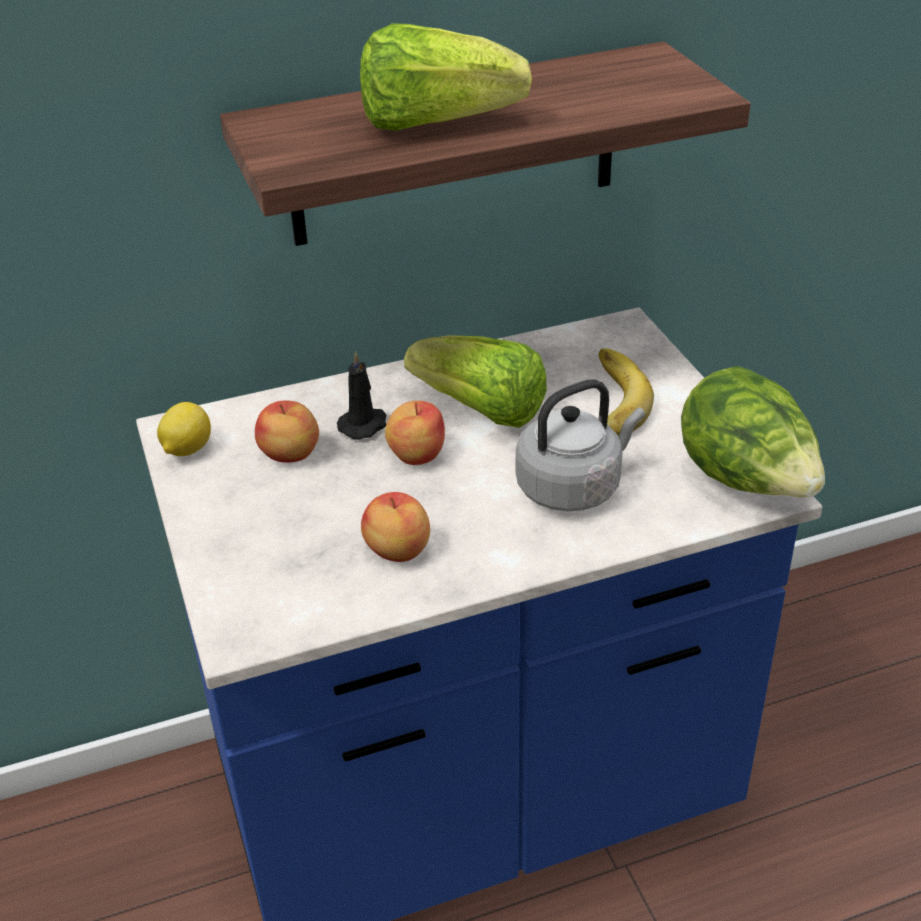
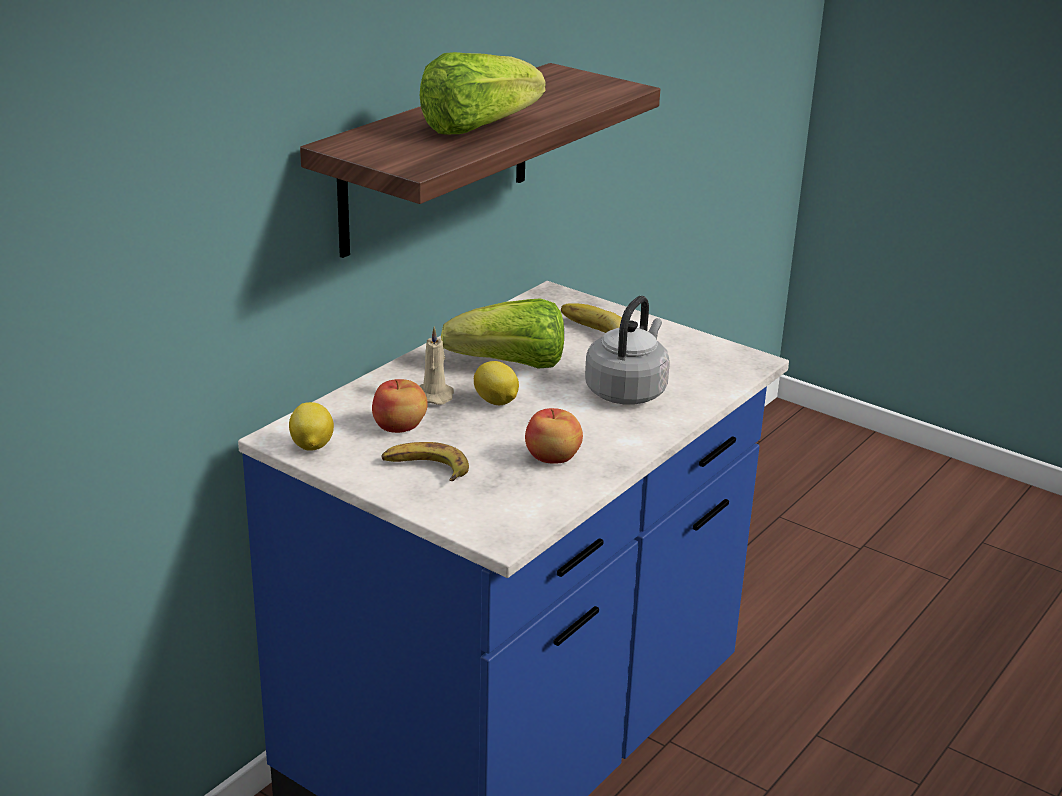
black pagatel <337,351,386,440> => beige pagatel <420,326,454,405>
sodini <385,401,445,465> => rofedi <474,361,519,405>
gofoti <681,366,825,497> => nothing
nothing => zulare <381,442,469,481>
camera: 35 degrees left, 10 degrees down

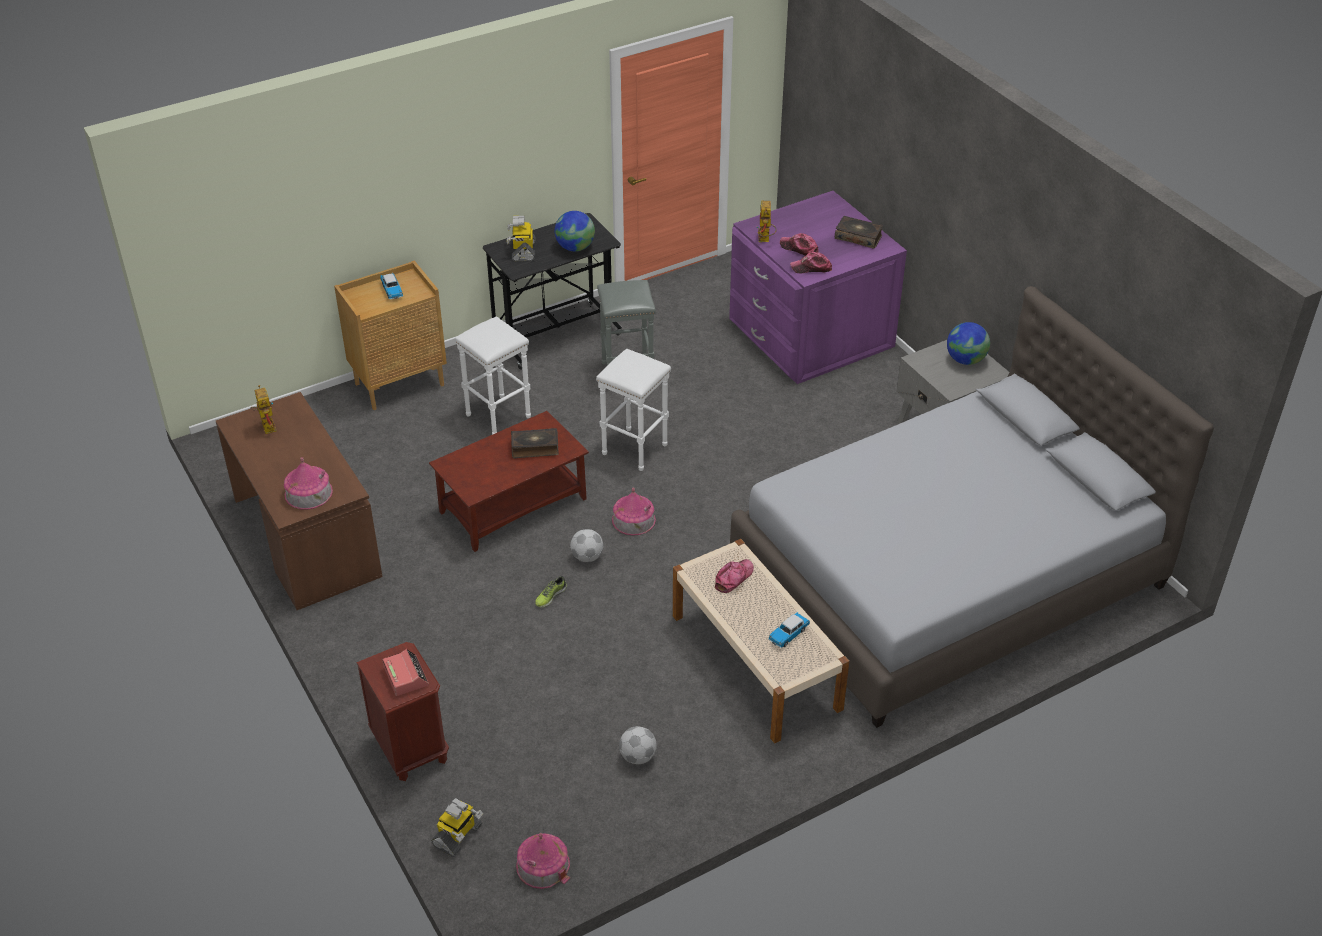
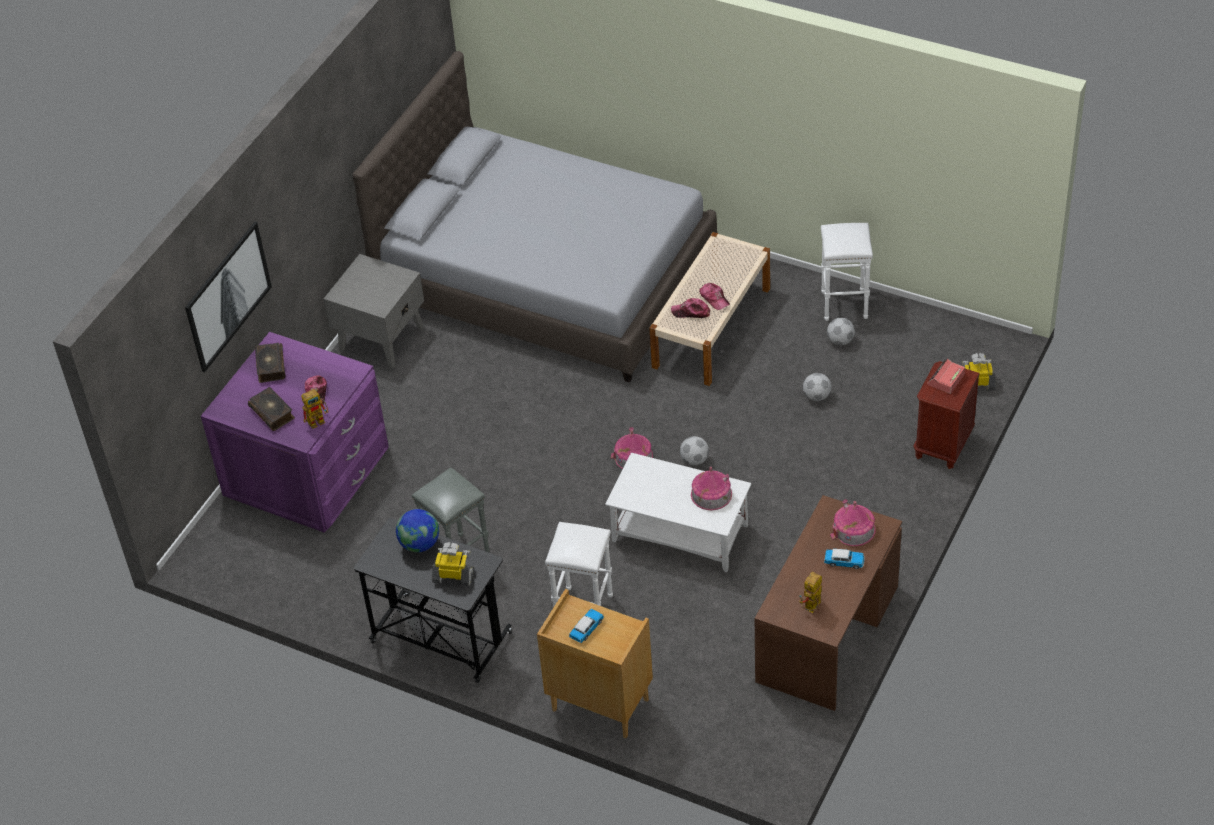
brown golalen <429,411,589,552> => white golalen <605,453,751,572>
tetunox <507,216,535,262> => tetunox <432,542,474,586>, 135 degrees counterclockwise
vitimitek <511,428,559,458> => vitimitek <248,387,295,431>, move
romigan <516,833,570,889> => romigan <691,467,732,510>, move
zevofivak <535,576,567,607> => nothing
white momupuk <596,349,671,471> => white momupuk <821,223,873,321>, move
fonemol <769,612,810,648> => fonemol <824,549,864,569>, move
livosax <790,252,832,273> => livosax <699,283,730,310>, move
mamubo <947,322,990,365> => nothing
nothing => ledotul <185,222,272,372>
nothing => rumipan <803,373,831,401>
camera: 120 degrees left, 5 degrees up

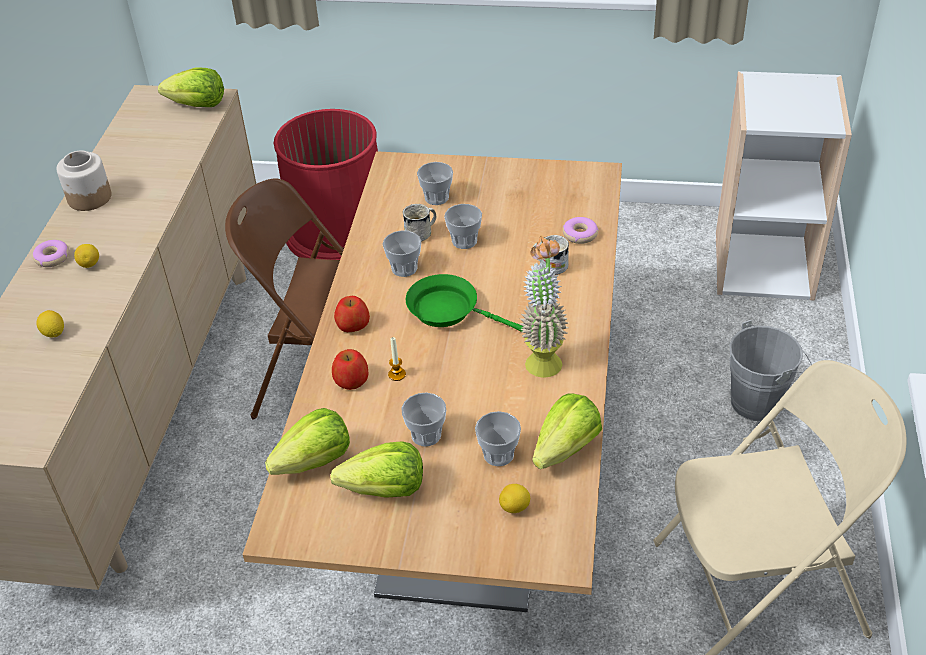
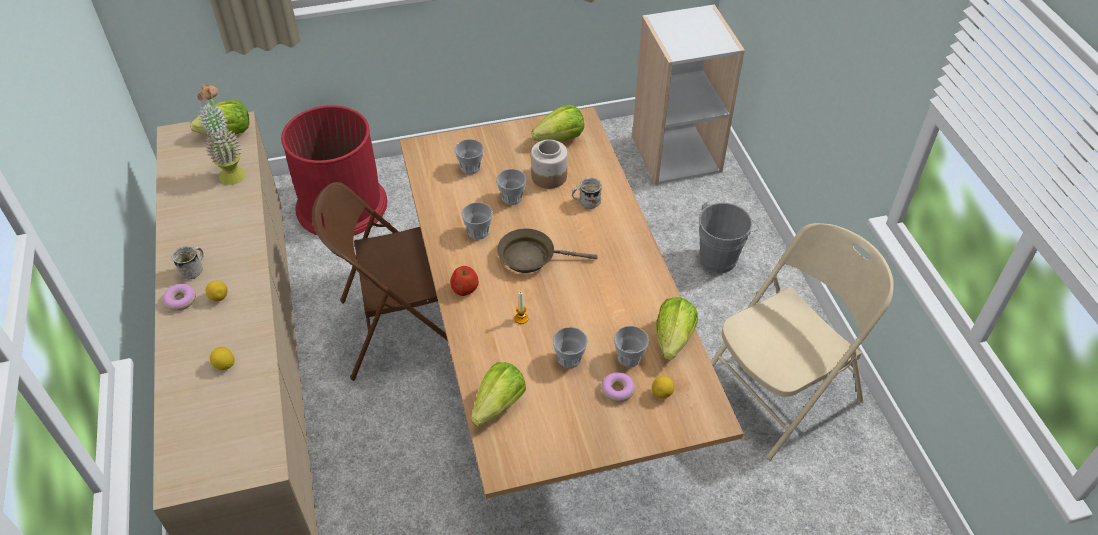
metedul <56,151,112,211> => metedul <531,140,568,189>, move
gofoti <330,441,423,498> => gofoti <531,105,584,141>, move
sodini <332,349,369,390> => nothing
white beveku <403,204,436,242> => white beveku <172,246,204,279>, move
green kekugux <406,274,523,332> => brown kekugux <497,229,598,273>
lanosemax <519,236,569,378> => lanosemax <197,84,246,185>, move
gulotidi <563,217,598,244> => gulotidi <601,372,635,402>, move
camera: 25 degrees left, 5 degrees up

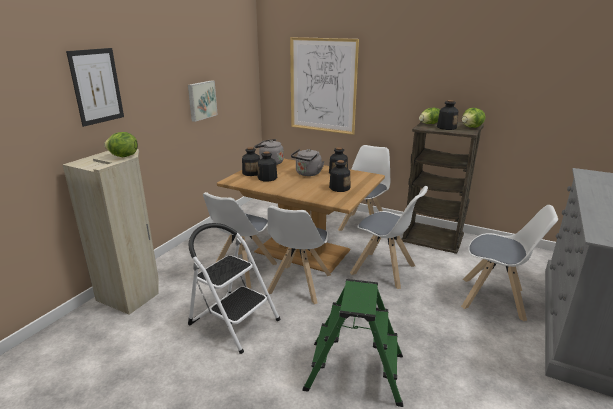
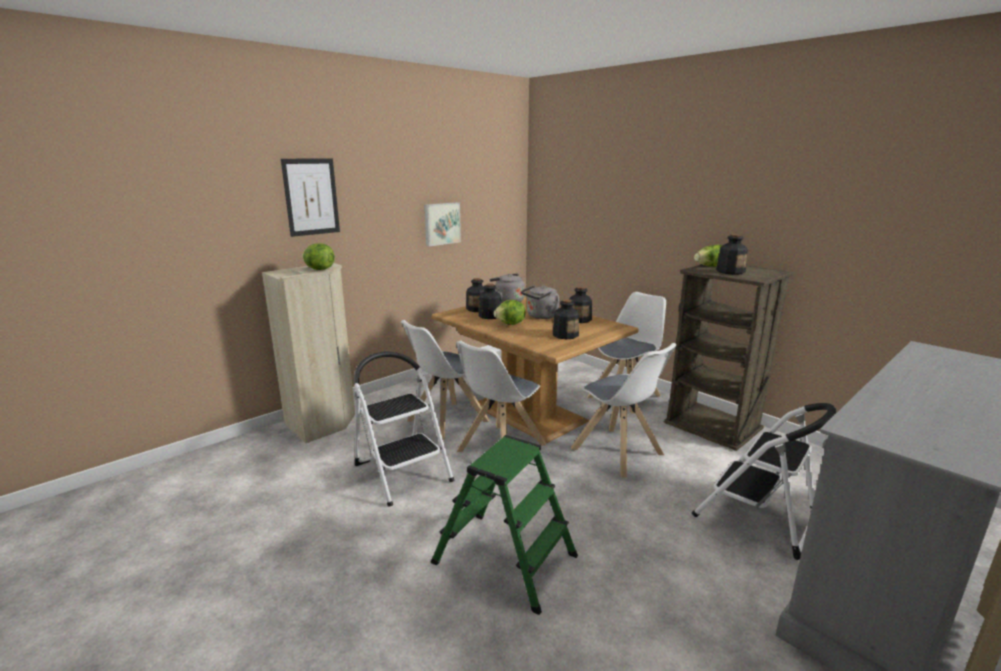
ledotul <290,37,359,135> => nothing
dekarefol <461,205,558,321> => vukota <692,403,837,560>
gofoti <462,108,485,128> => gofoti <494,300,525,325>, move
camera: 20 degrees right, 5 degrees down

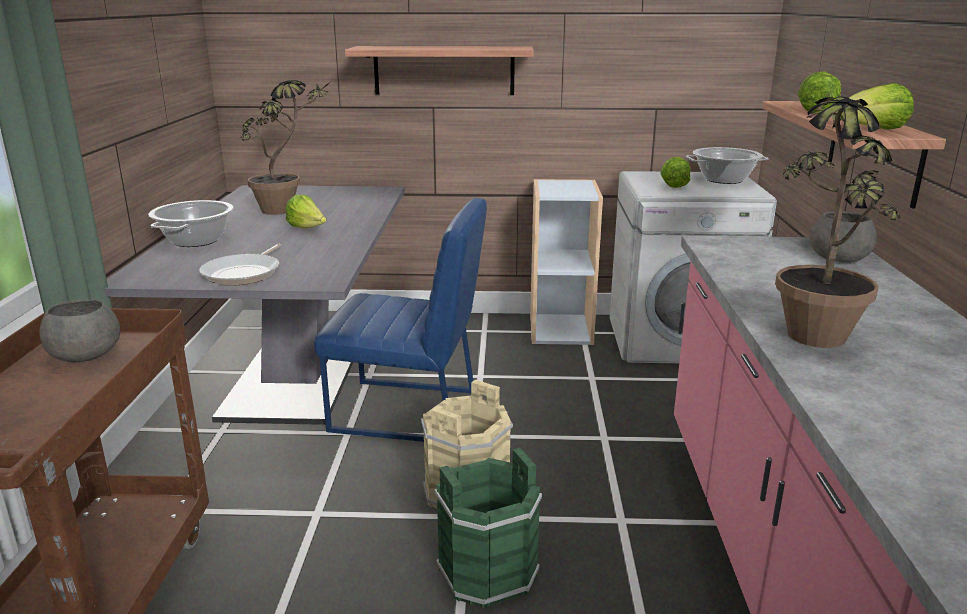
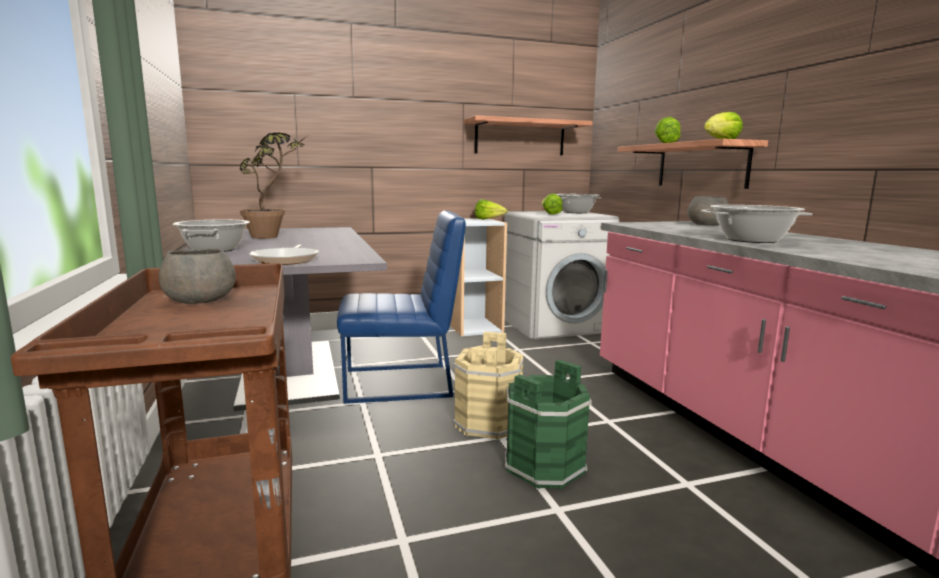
gofoti <286,194,326,229> => gofoti <475,199,508,220>, move
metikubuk <345,46,534,95> => metikubuk <463,115,593,155>, move
lanosemax <775,92,900,348> => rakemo <701,205,813,243>
camera: 20 degrees left, 10 degrees down

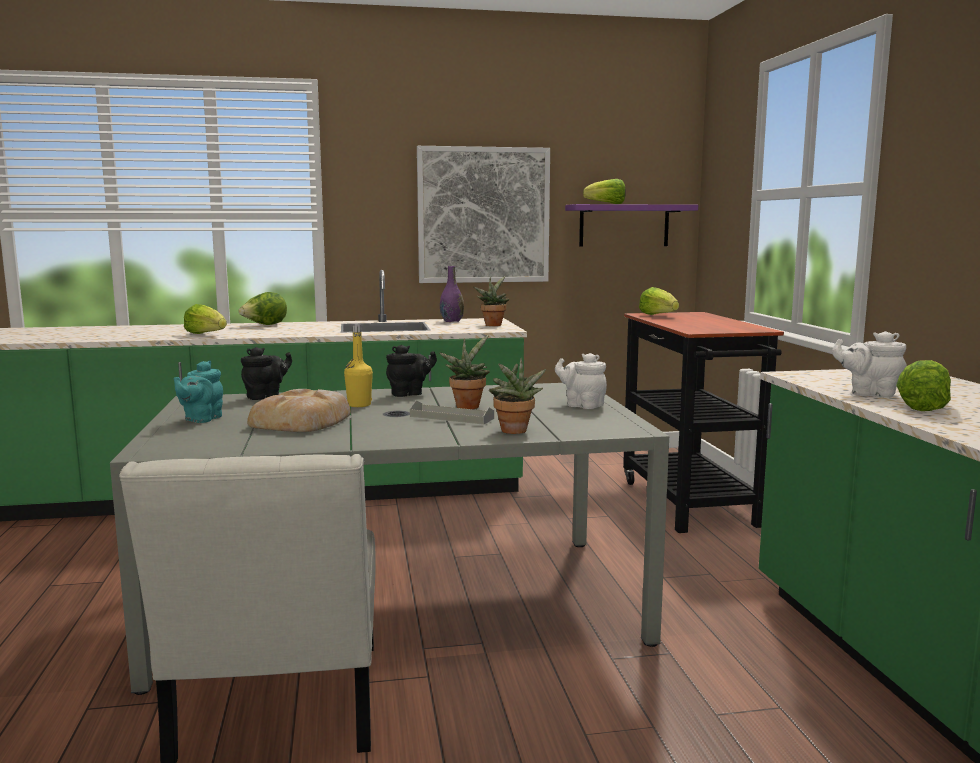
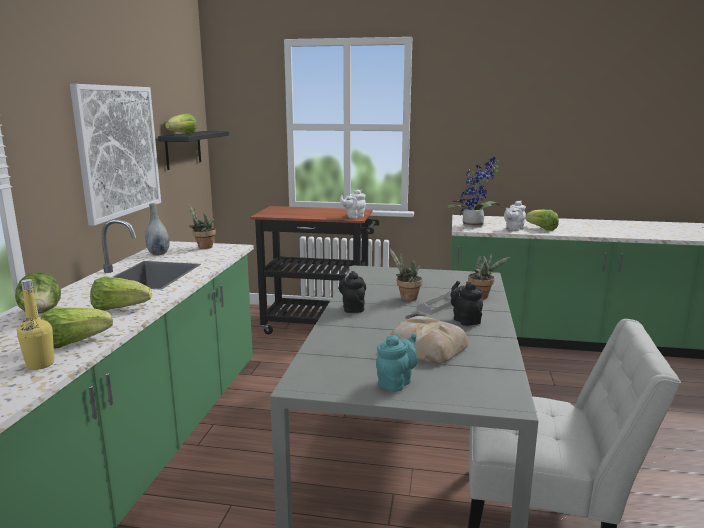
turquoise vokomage <174,361,223,423> => turquoise vokomage <376,333,417,392>, 90 degrees counterclockwise
black vokomage <241,347,292,400> => black vokomage <451,281,483,326>, move
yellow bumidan <344,324,373,407> => yellow bumidan <17,279,54,370>, move
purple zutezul <440,266,464,322> => grey zutezul <145,203,169,256>
white vokomage <555,353,607,409> => white vokomage <340,189,366,219>, move
purple metikubuk <565,204,698,247> => black metikubuk <158,131,229,170>
gofoti <639,287,679,315> => gofoti <90,277,152,311>, move
nothing => lanosemax <446,156,500,227>
camera: 70 degrees left, 5 degrees up

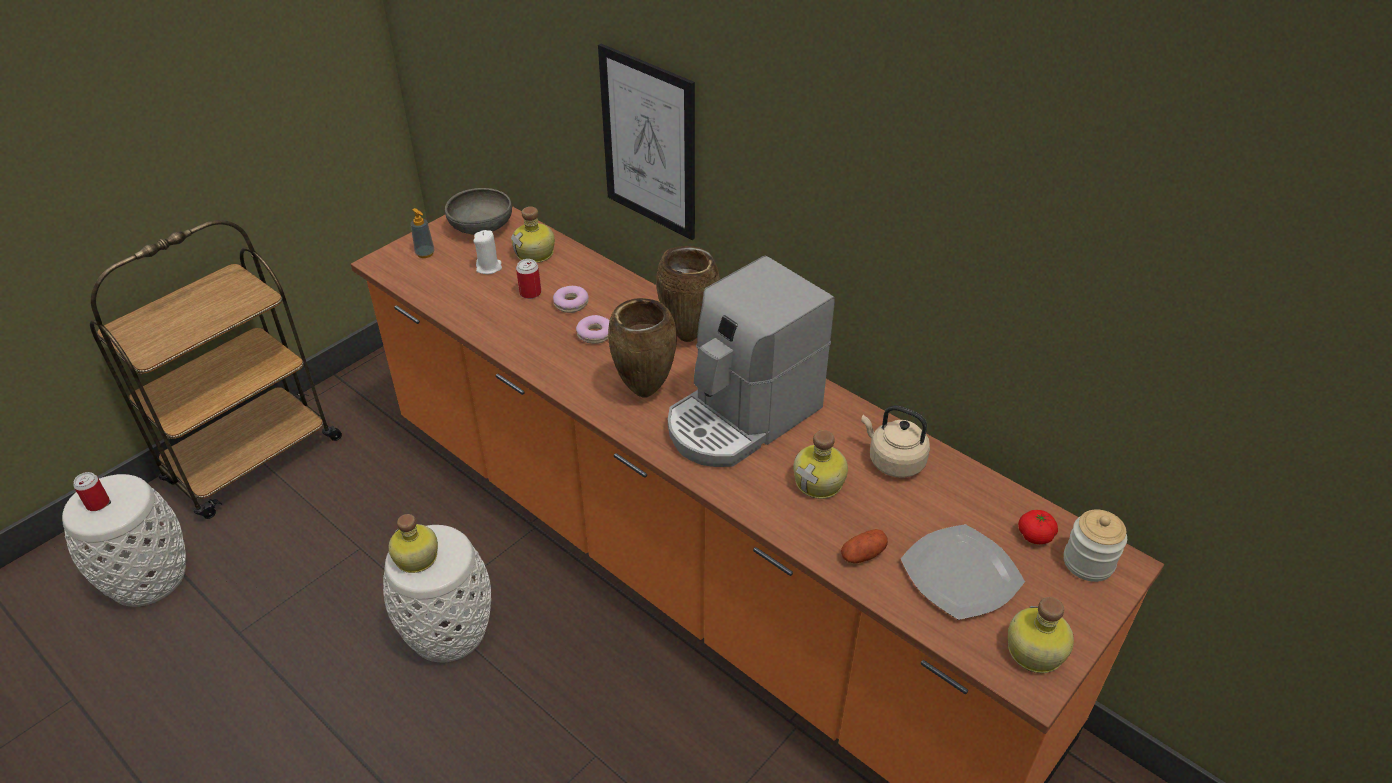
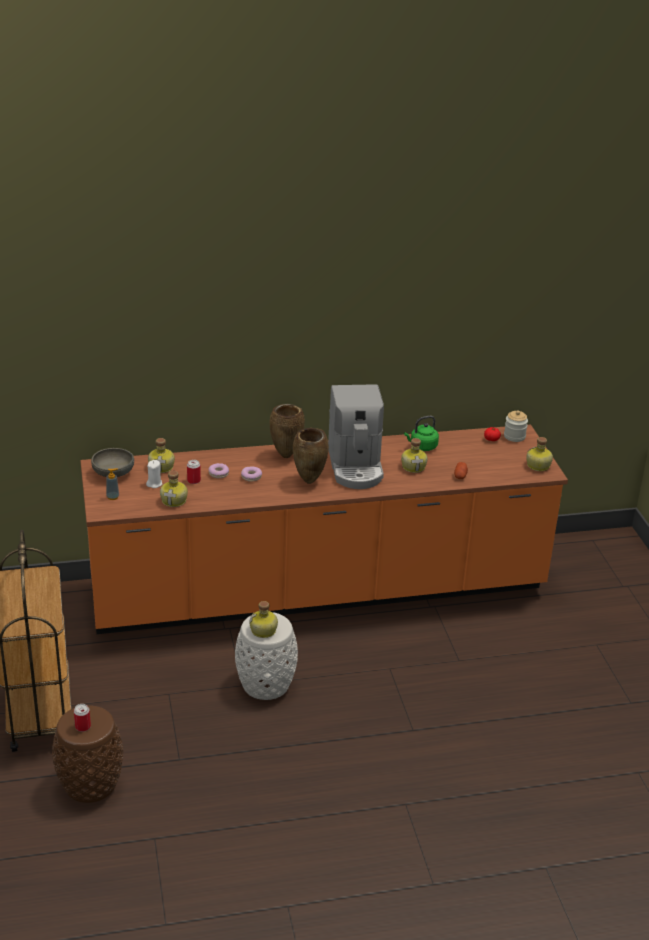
white momupuk <62,474,186,607> => brown momupuk <52,705,123,803>
ledotul <598,44,695,240> => nothing
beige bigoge <861,405,930,478> => green bigoge <404,416,439,451>
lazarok <900,524,1025,620> => nothing
nothing => bumidan <160,471,188,507>
camera: 55 degrees left, 10 degrees down

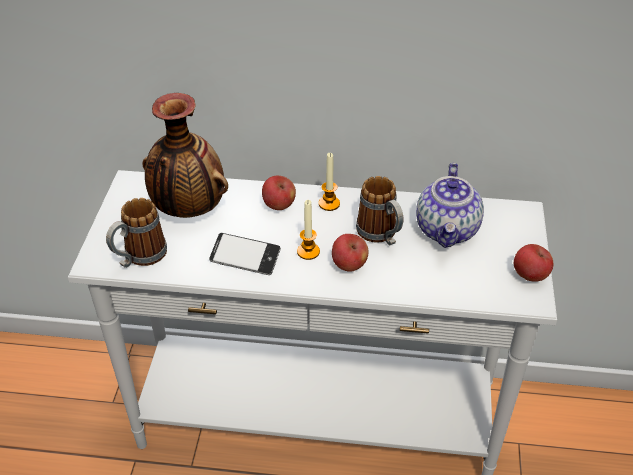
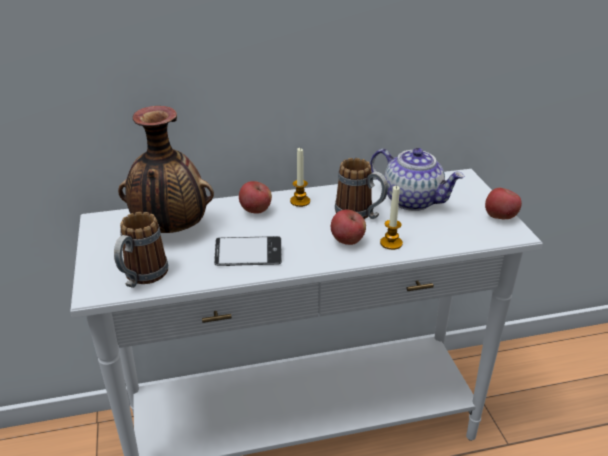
pagatel <297,200,320,260> => pagatel <380,185,403,250>, move
vokomage <416,163,484,248> => vokomage <370,148,465,211>, 45 degrees counterclockwise
camera: 20 degrees left, 10 degrees down

